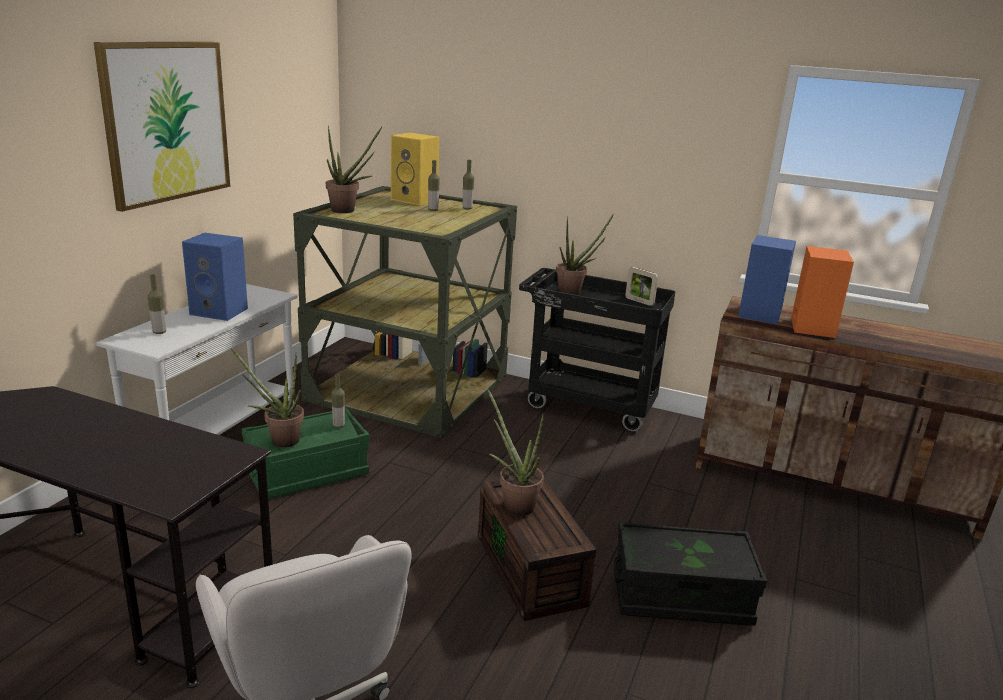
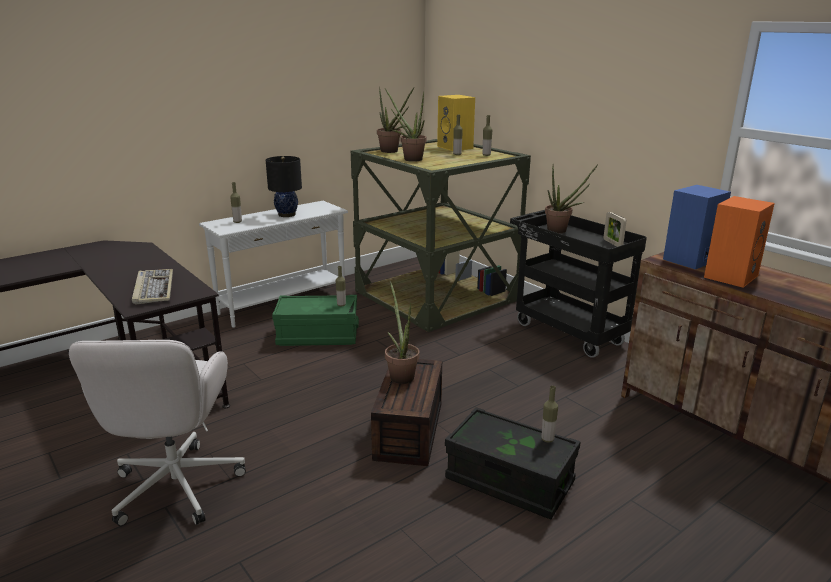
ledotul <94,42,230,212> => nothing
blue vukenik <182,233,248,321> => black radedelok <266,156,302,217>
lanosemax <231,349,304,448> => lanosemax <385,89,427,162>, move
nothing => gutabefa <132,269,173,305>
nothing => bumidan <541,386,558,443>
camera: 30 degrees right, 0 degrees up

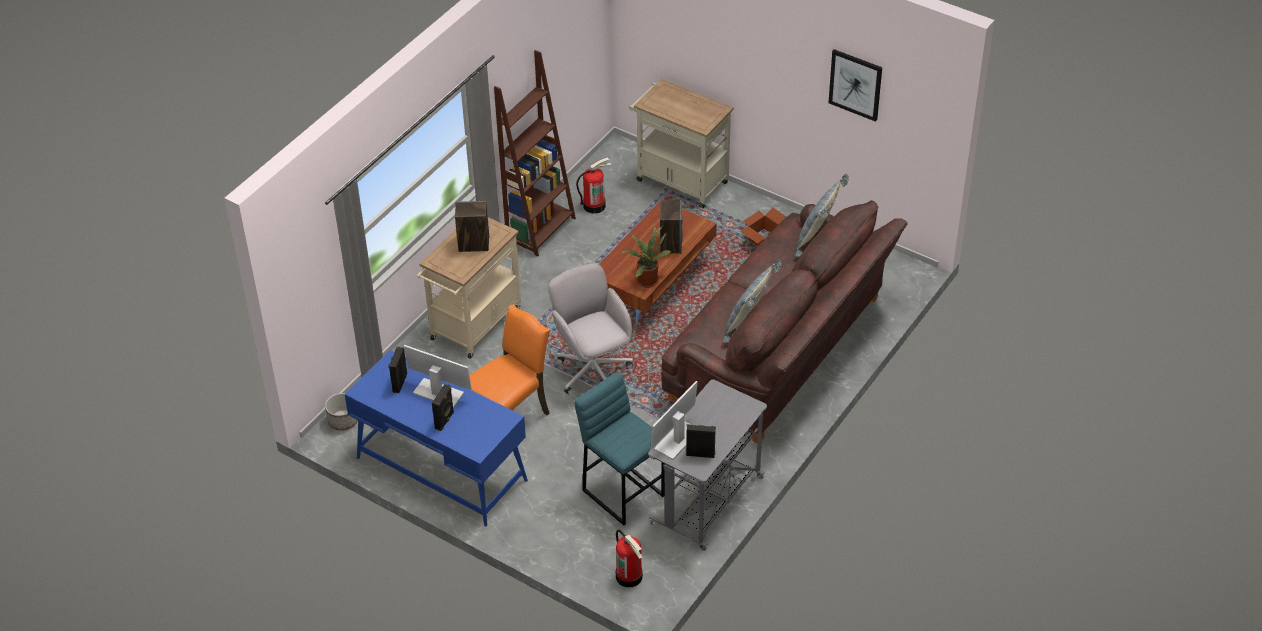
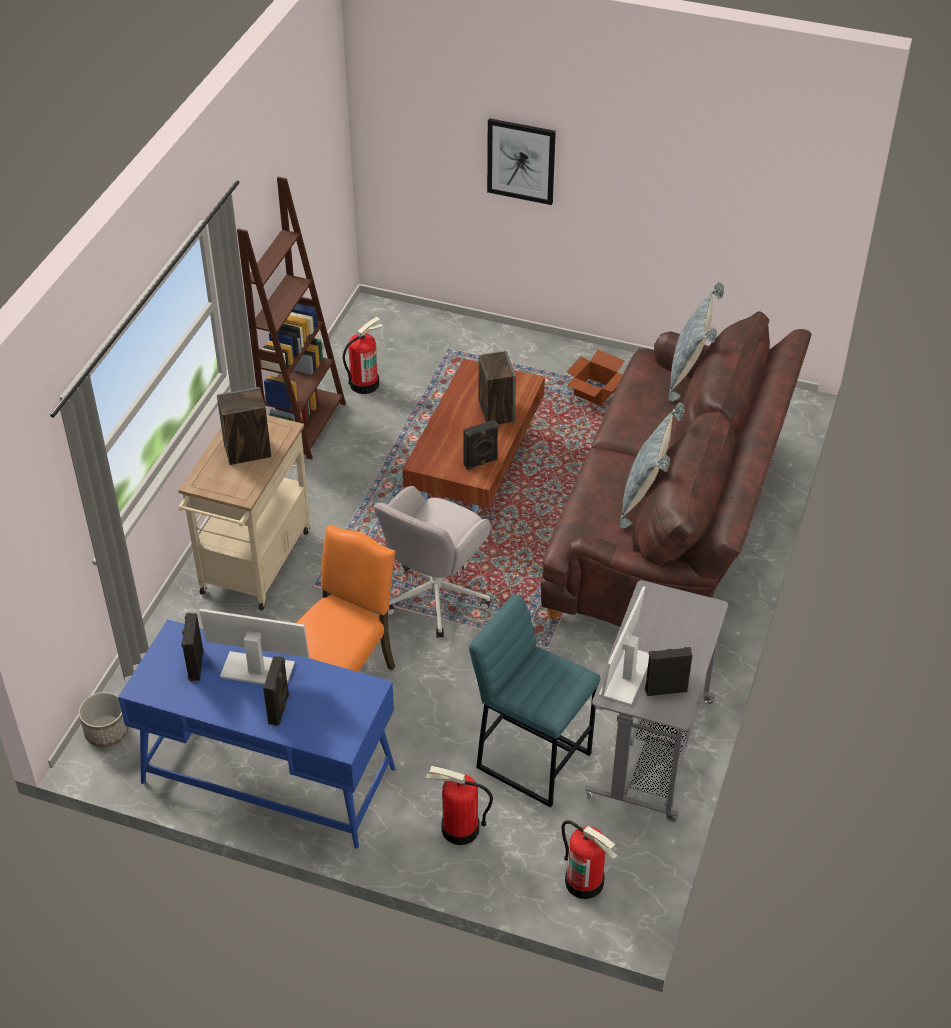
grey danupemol <548,263,633,394> => grey danupemol <374,486,491,638>, 105 degrees counterclockwise
lanosemax <622,226,671,288> => black vukenik <463,420,498,470>
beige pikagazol <629,79,734,208> => nothing
ledotul <828,49,882,122> => ledotul <487,118,556,205>, move
nothing => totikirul <426,766,493,845>
camera: 15 degrees left, 0 degrees up

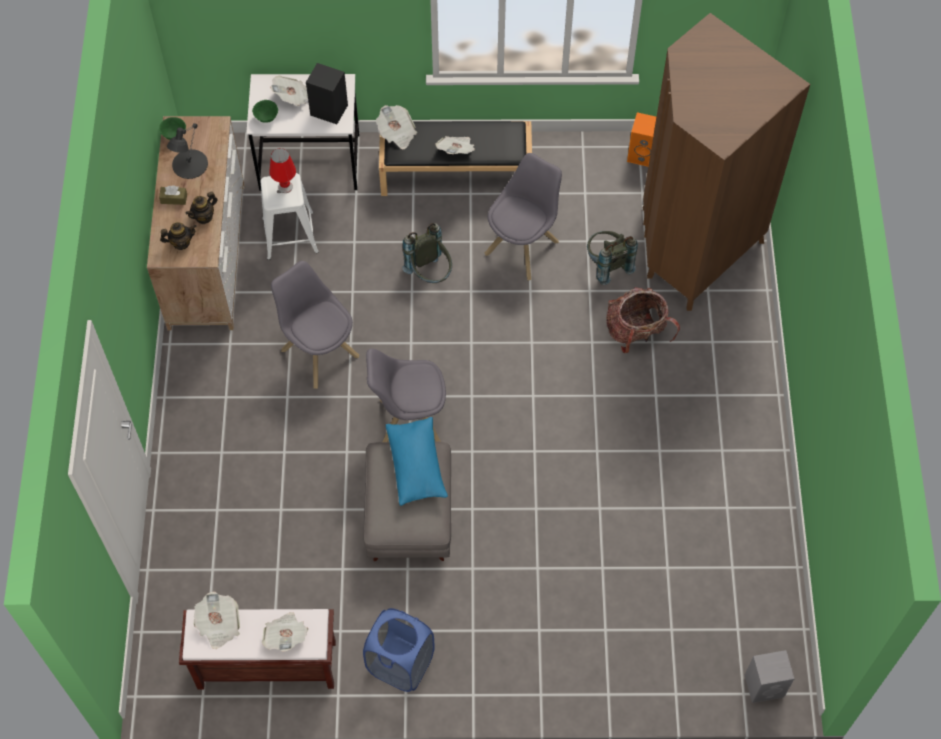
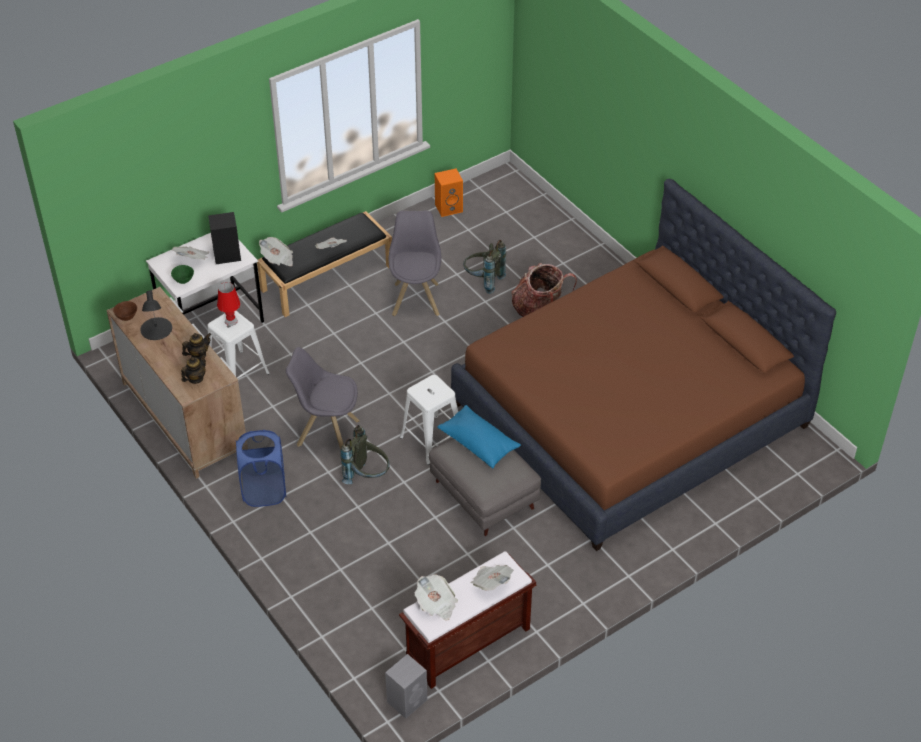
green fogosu <159,117,186,140> => brown fogosu <113,301,137,321>
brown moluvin <159,185,187,205> => nothing
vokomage <186,192,218,224> => vokomage <182,333,211,360>, 135 degrees counterclockwise
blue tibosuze <363,608,435,692> => blue tibosuze <236,430,287,507>, move
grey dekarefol <366,348,446,442> => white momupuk <400,375,458,465>
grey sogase <402,223,452,283> => grey sogase <340,425,390,484>, move
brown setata <643,13,810,311> => nothing
grey vukenik <745,650,794,703> => grey vukenik <385,654,427,719>, move
nothing => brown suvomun <451,179,836,551>
camera: 35 degrees left, 15 degrees down

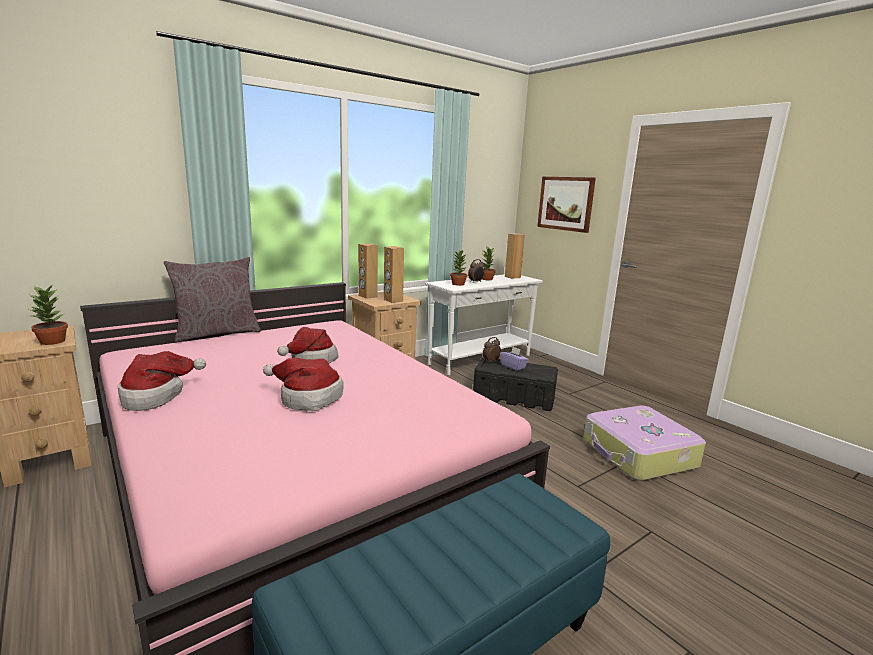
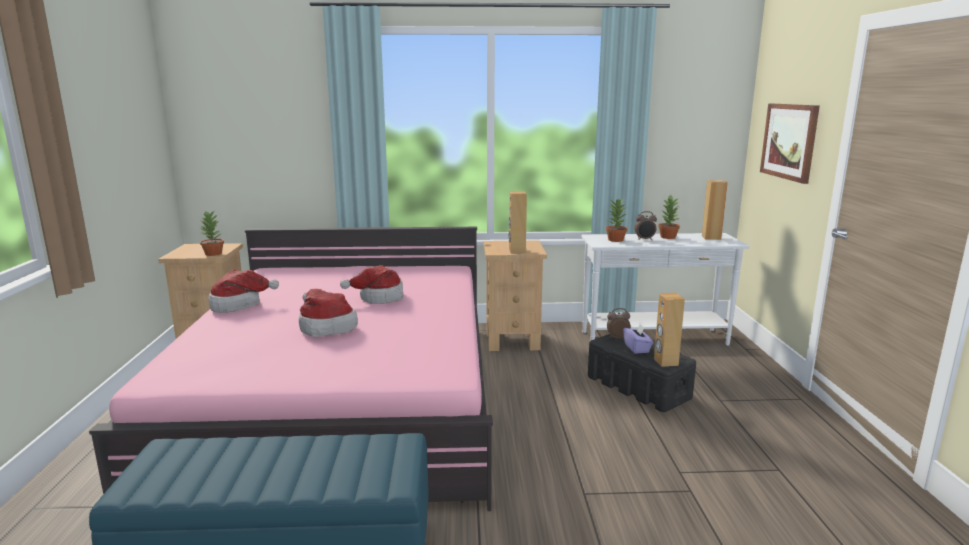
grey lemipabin <163,257,261,343> => nothing
brown vukenik <358,243,378,299> => brown vukenik <654,293,685,367>, move
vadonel <584,406,706,481> => nothing
camera: 35 degrees right, 0 degrees up

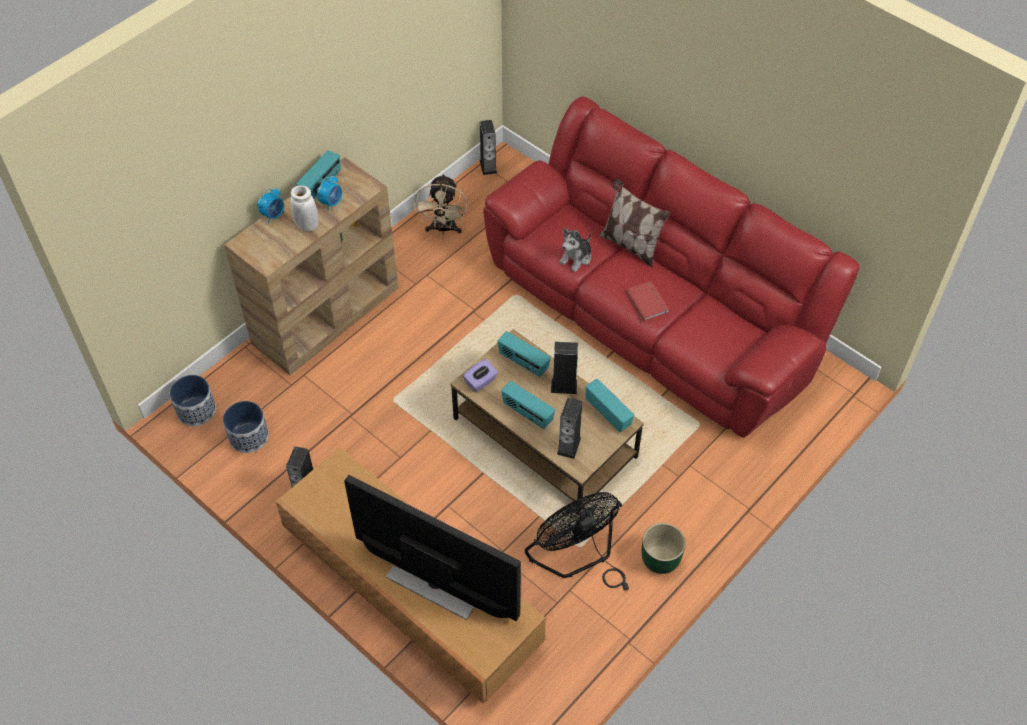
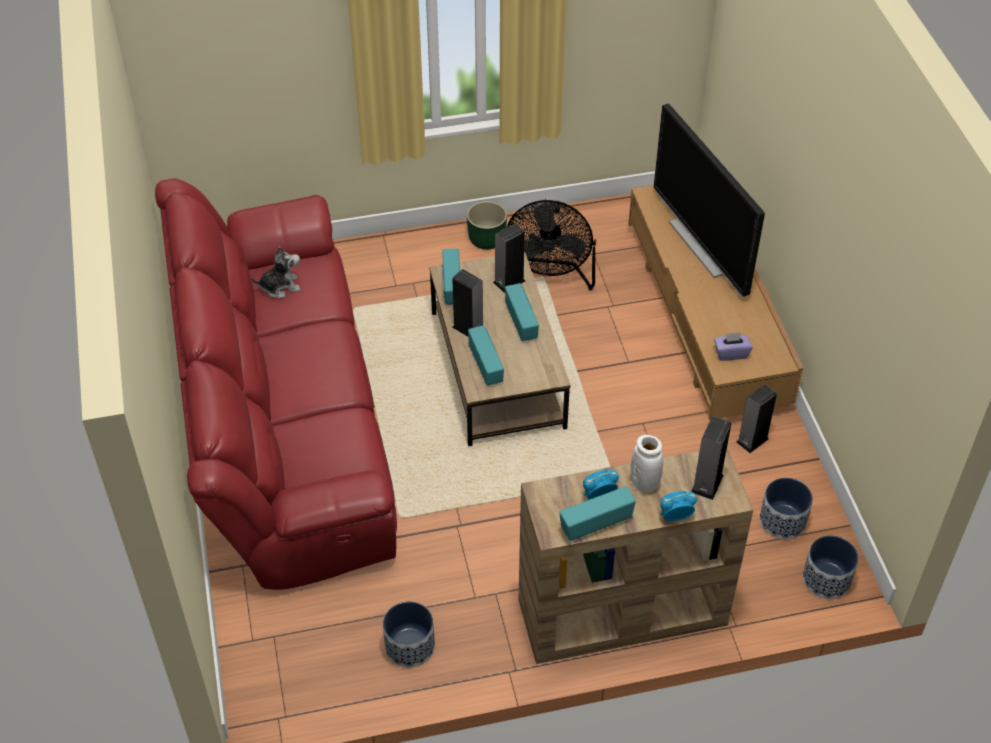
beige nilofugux <414,174,468,234> => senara <383,601,435,667>
purple moluvin <463,359,498,392> => purple moluvin <714,333,753,361>, move
vukenik <480,120,497,175> => vukenik <691,416,731,500>, move
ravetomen <559,228,591,272> => ravetomen <251,246,301,298>, move
lemipabin <599,179,670,267> => nothing
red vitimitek <626,281,669,321> => nothing
camera: 145 degrees left, 5 degrees down

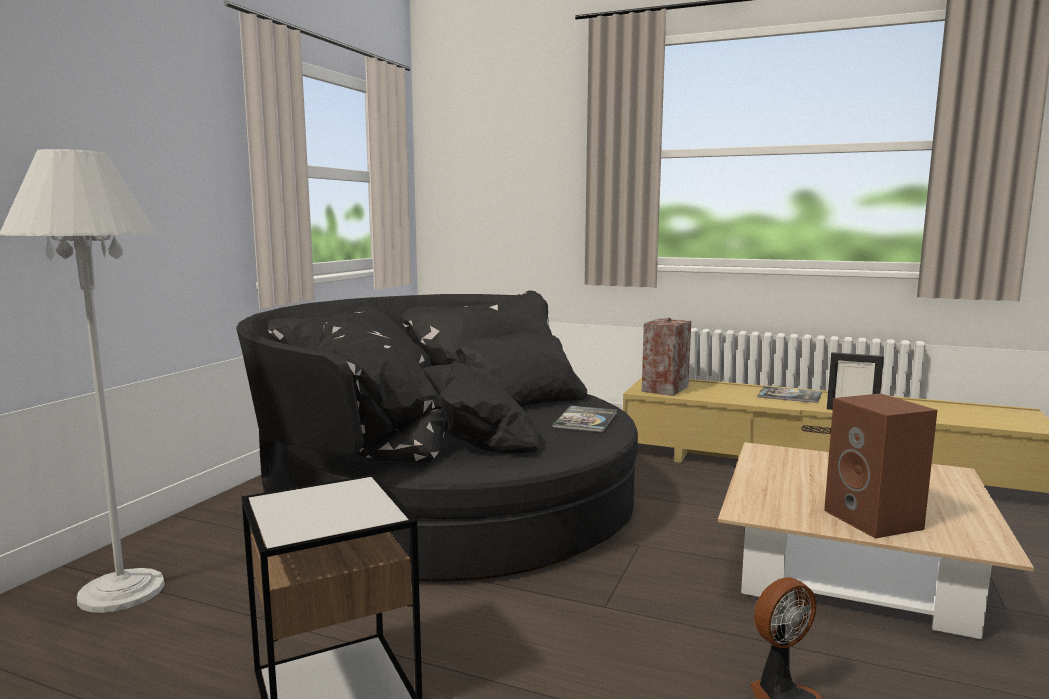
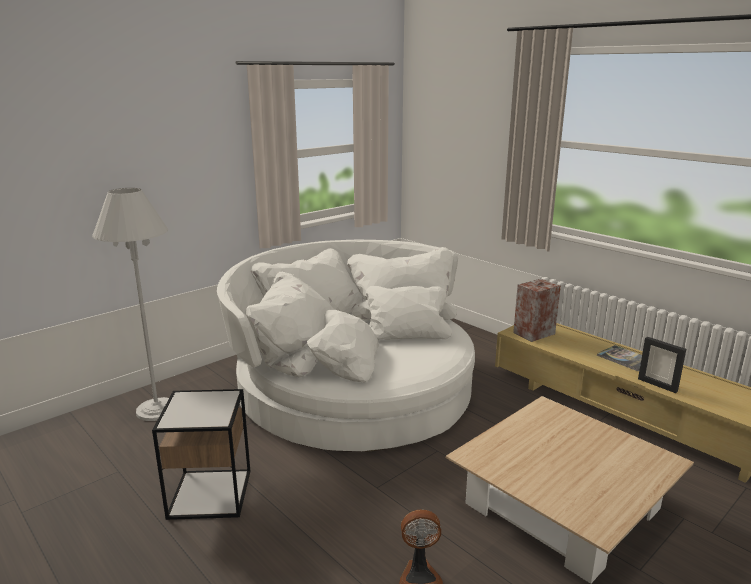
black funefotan <236,290,638,582> => white funefotan <217,239,475,452>
vitimitek <553,406,617,433> => nothing
brown vukenik <824,393,937,539> => nothing
camera: 25 degrees right, 10 degrees up

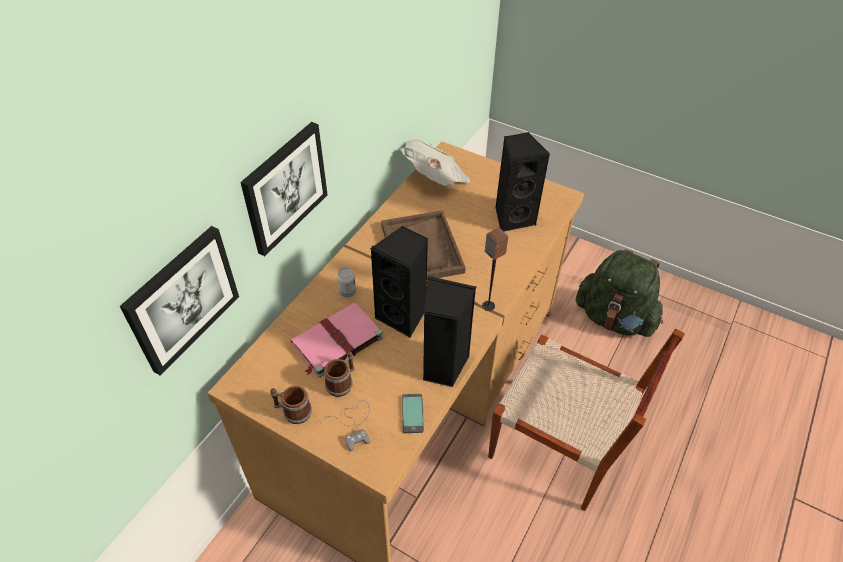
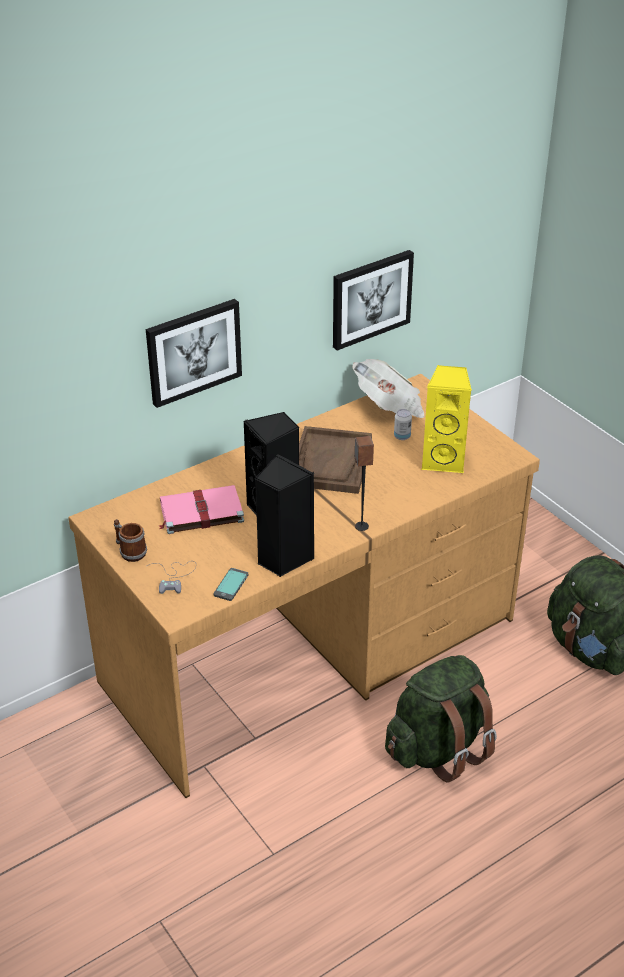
ledotul <120,226,239,375> => ledotul <333,250,414,350>, move
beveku <324,351,355,397> => nothing
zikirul <337,268,356,298> => zikirul <394,409,412,440>, move
dekarefol <488,329,685,511> => green sogase <385,655,497,783>
black vukenik <495,132,550,232> => yellow vukenik <421,365,472,473>
camera: 25 degrees right, 10 degrees down

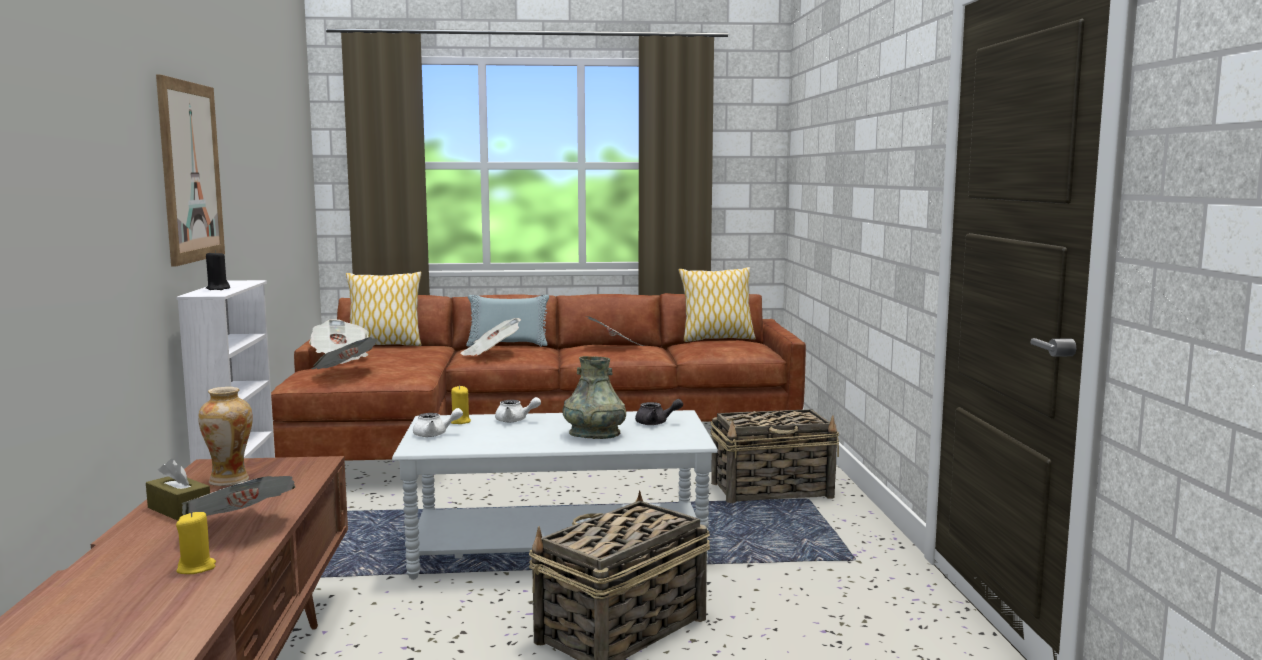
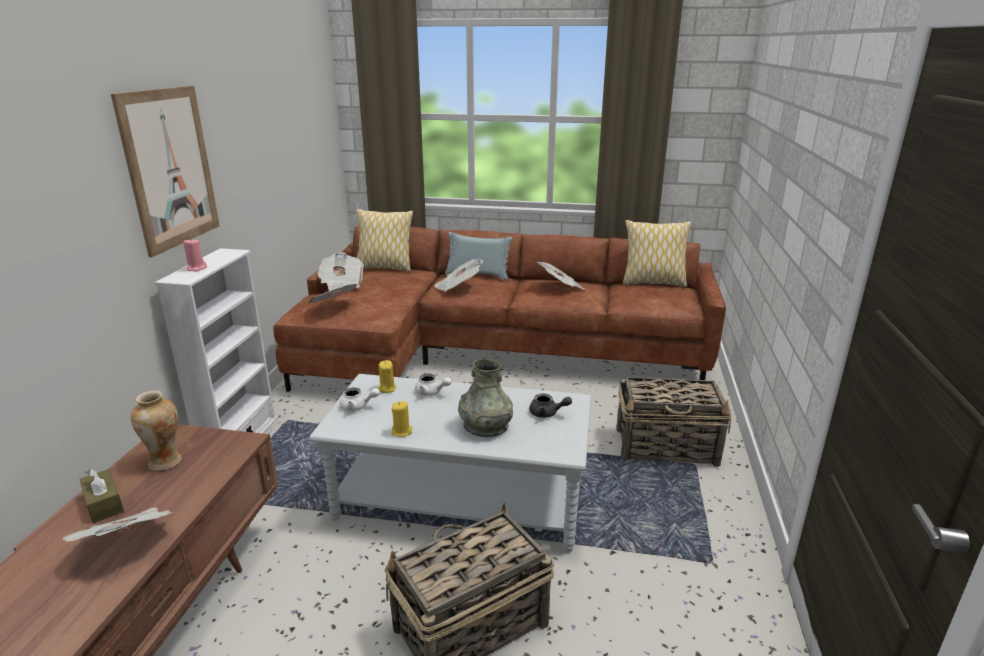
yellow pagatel <176,511,216,574> => yellow pagatel <391,401,412,437>, move
black pagatel <206,250,230,290> => pink pagatel <183,238,207,272>
camera: 15 degrees right, 15 degrees up

